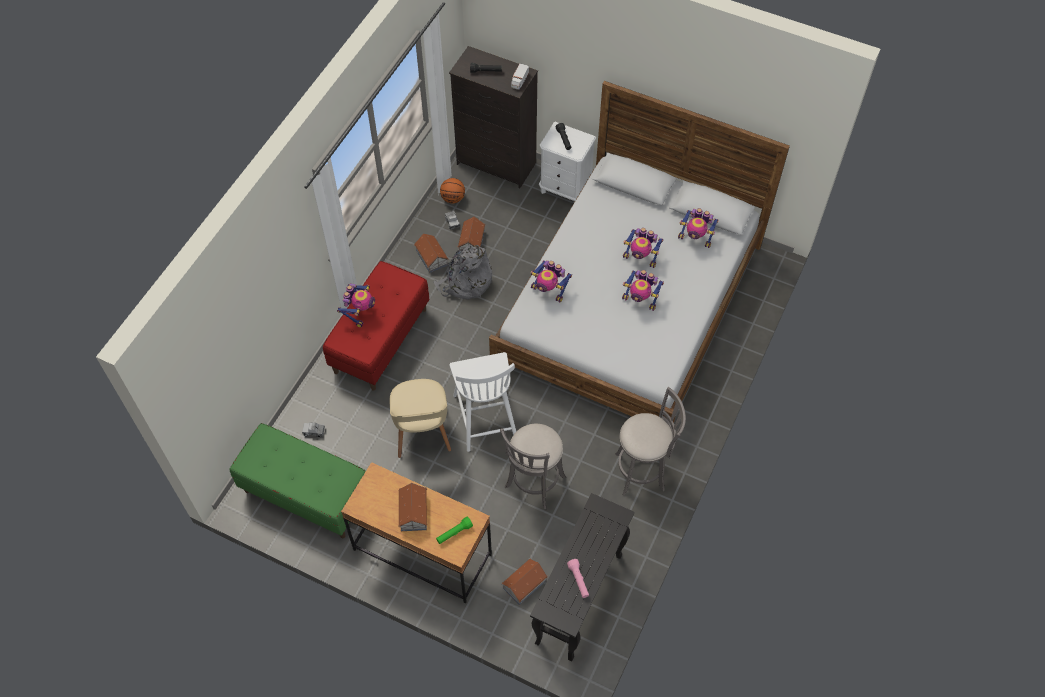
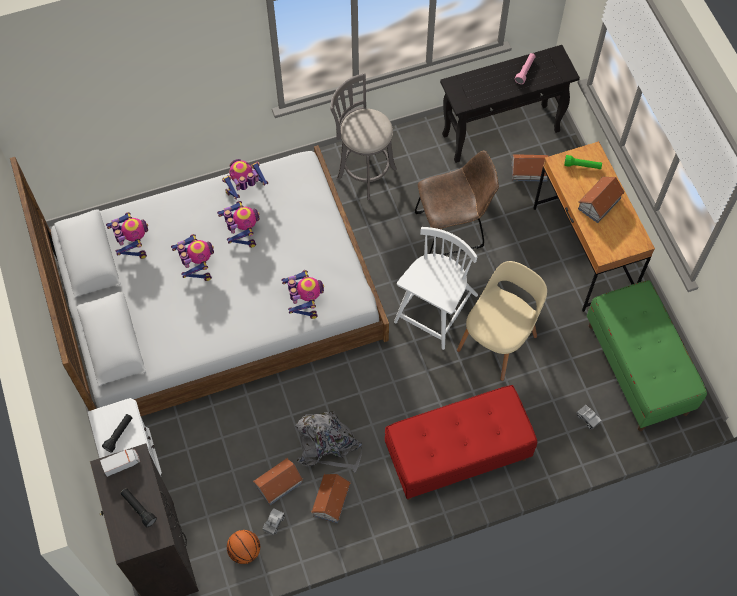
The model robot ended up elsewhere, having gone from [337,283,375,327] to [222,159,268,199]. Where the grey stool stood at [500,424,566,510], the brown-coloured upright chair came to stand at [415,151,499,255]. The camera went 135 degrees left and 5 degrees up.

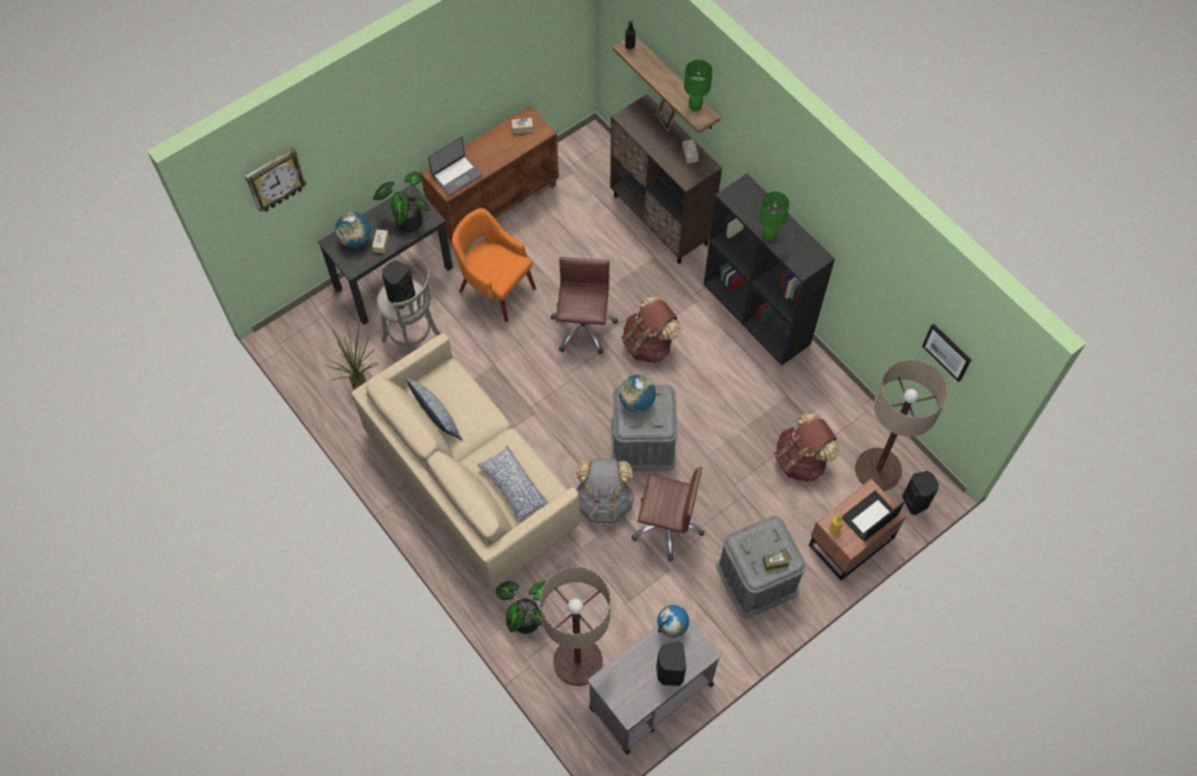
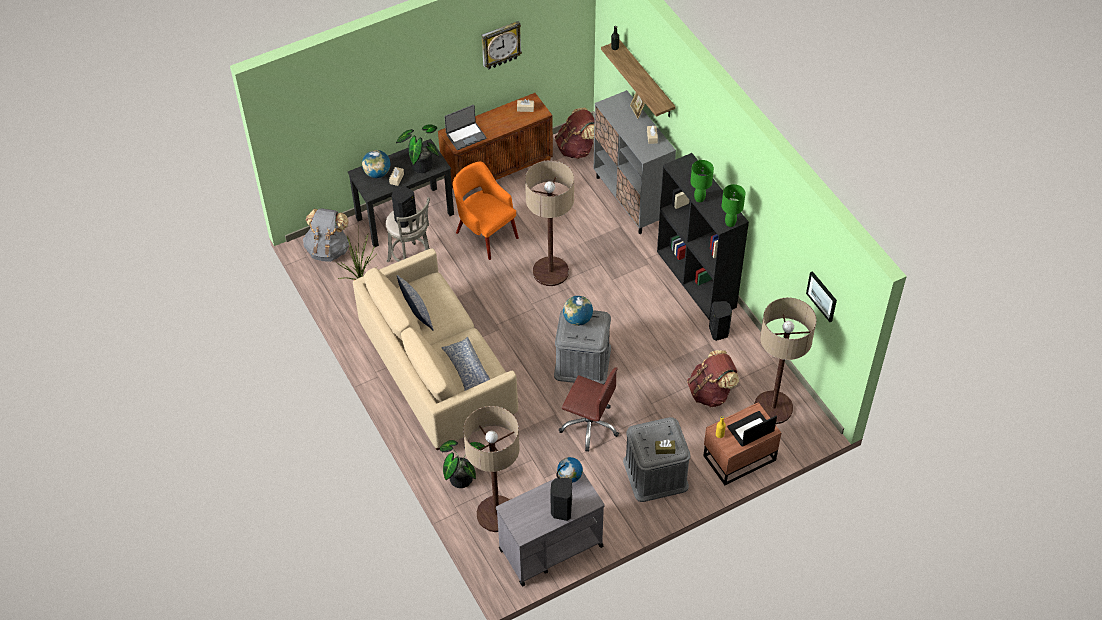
The hanging clock ended up elsewhere, having gone from [245,147,307,212] to [482,21,522,69]. Where the brown-coloured computer chair stood at [551,257,618,355], the standing lamp came to stand at [525,160,574,286]. The grey knapsack ended up elsewhere, having gone from [576,458,635,523] to [303,208,349,262]. What was the brown-coloured cupboard at [610,94,722,264] turned into the grey cupboard at [594,90,676,234]. The brown-coloured knapsack ended up elsewhere, having gone from [621,296,682,363] to [555,108,595,159]. The greenish tabletop lamp ended up elsewhere, having gone from [684,60,713,112] to [722,184,745,227]. The blackish speaker ended up elsewhere, having gone from [902,471,939,515] to [709,301,732,341]. The camera went 10 degrees right and 10 degrees down.

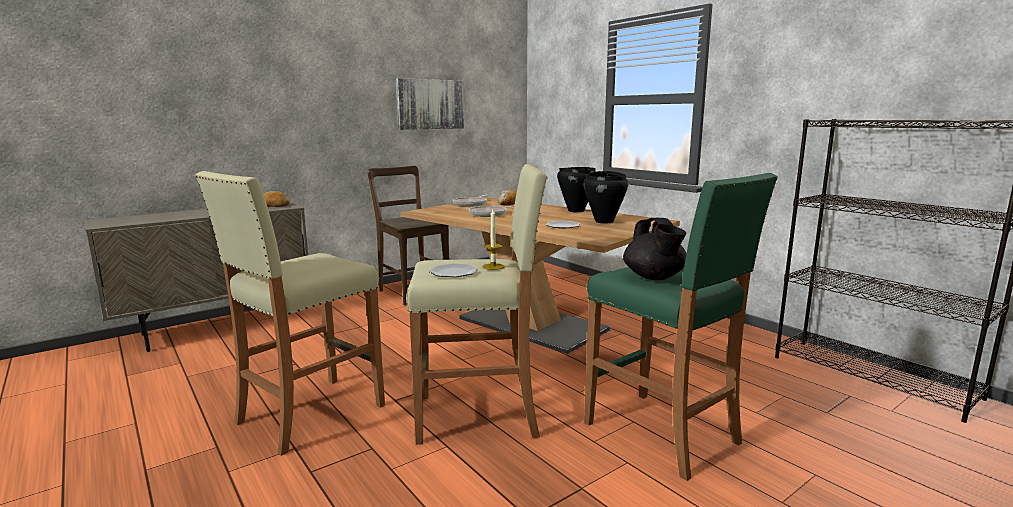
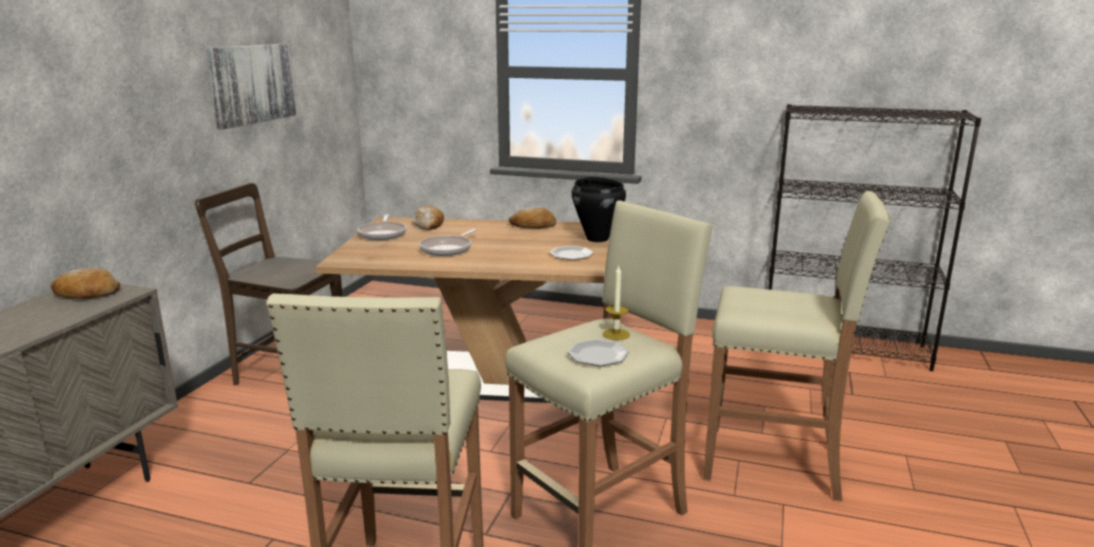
Where the blackish saucepot stood at [557,167,596,212], the bakery bread came to stand at [509,208,556,229]. What was the greenish stool at [584,173,778,481] turned into the beige stool at [703,191,891,501]. The second view lost the blackish tea pot at [623,218,687,280]. The camera went 35 degrees left and 5 degrees up.

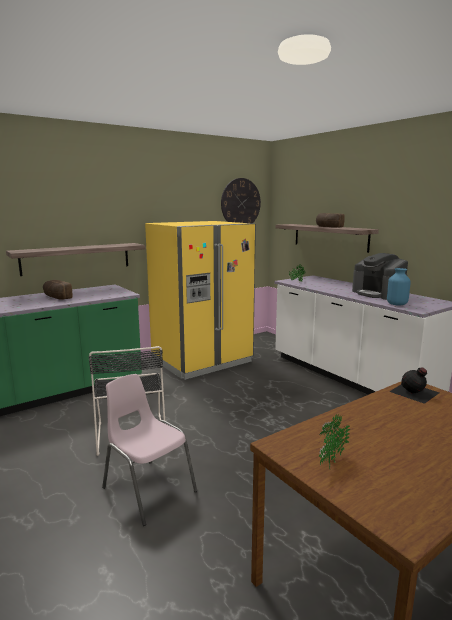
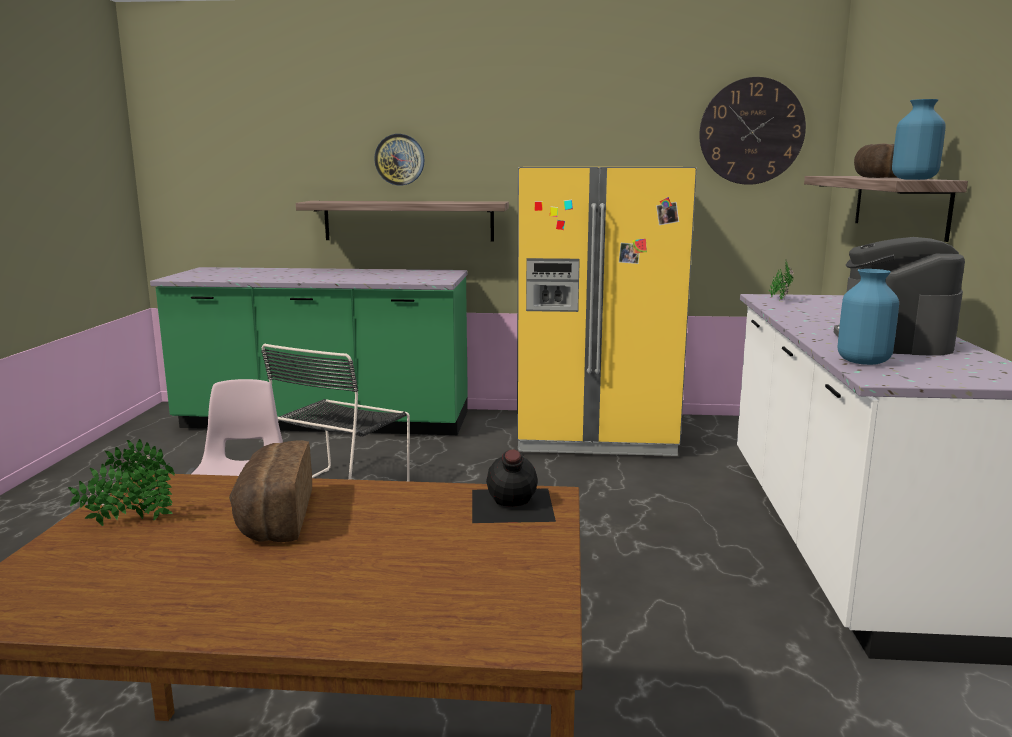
The bakery bread ended up elsewhere, having gone from [43,280,73,300] to [229,440,312,542]. The second view gained the hanging clock at [374,134,425,185]. The second view gained the blue-coloured decorative vase at [892,99,946,180]. The camera went 40 degrees right and 0 degrees up.

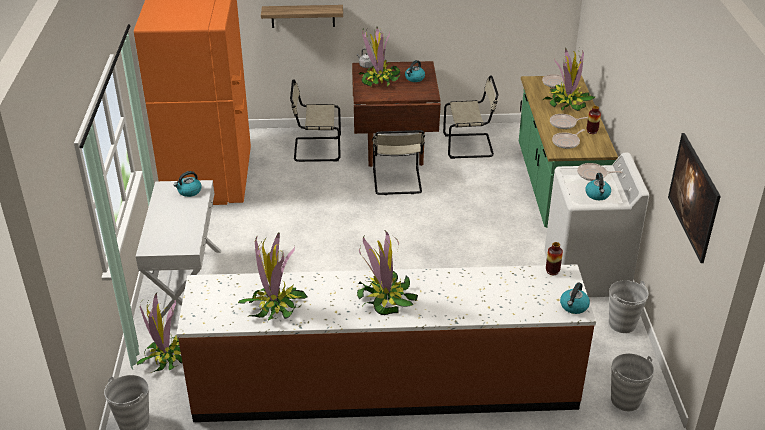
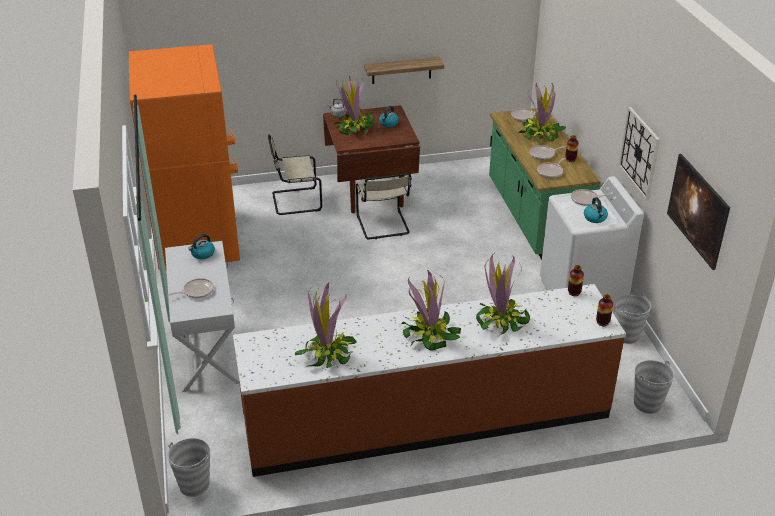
The plant in a pot ended up elsewhere, having gone from [137,293,183,373] to [476,254,530,336]. The bracket shelf ended up elsewhere, having gone from [261,5,343,28] to [364,57,444,84]. The second view lost the beige upright chair at [443,75,498,159]. Where the water kettle stood at [560,282,590,314], the decorative vase came to stand at [596,294,613,326]. The second view gained the pan at [168,278,214,298]. The second view gained the hanging clock at [618,107,660,200]. The camera went 10 degrees left and 0 degrees up.

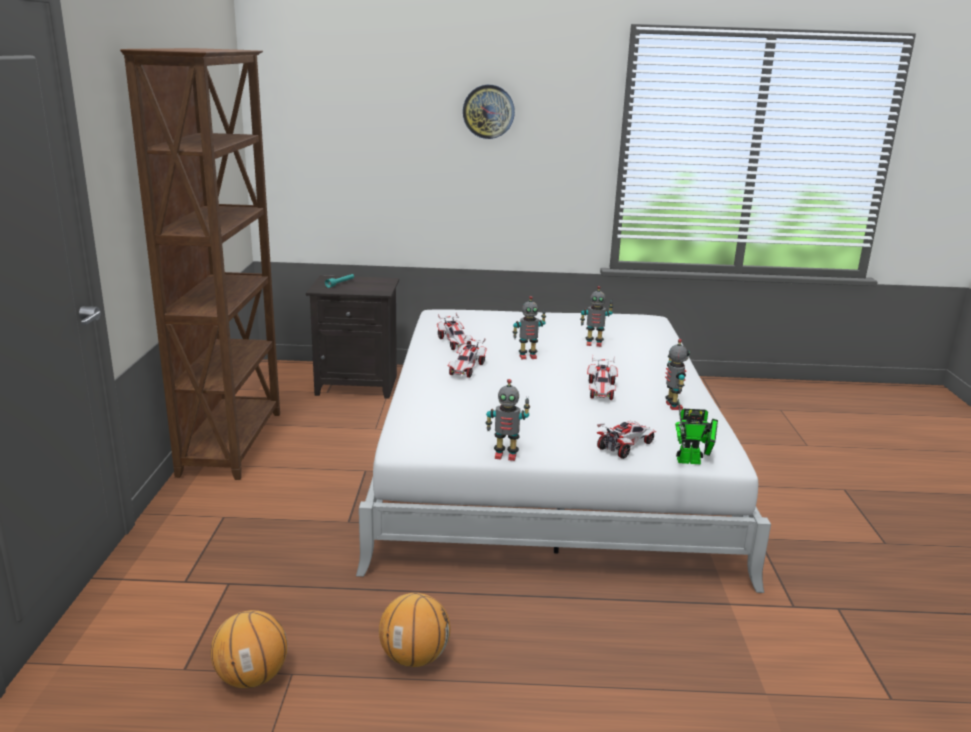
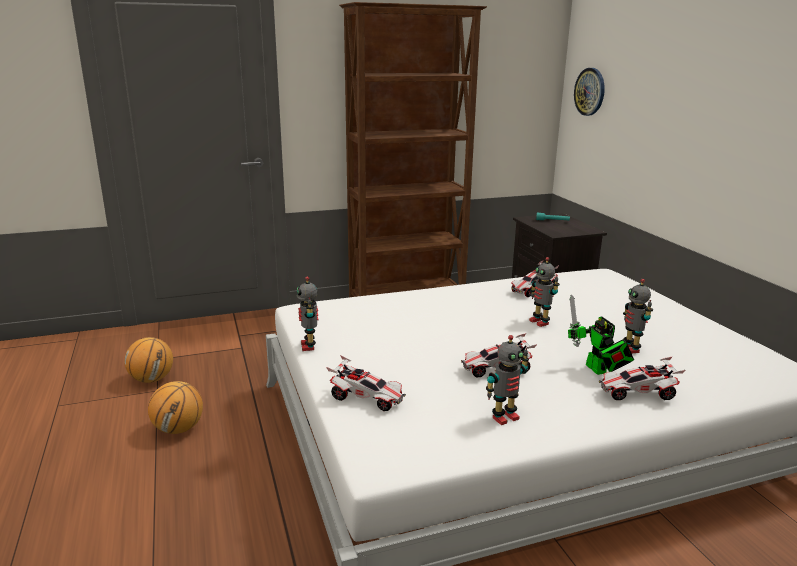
The model car ended up elsewhere, having gone from [448,336,487,378] to [599,357,685,400]. The hanging clock ended up elsewhere, having gone from [463,85,515,139] to [574,68,605,116]. The model robot ended up elsewhere, having gone from [675,399,718,464] to [568,294,634,375]. The camera went 70 degrees right and 0 degrees up.

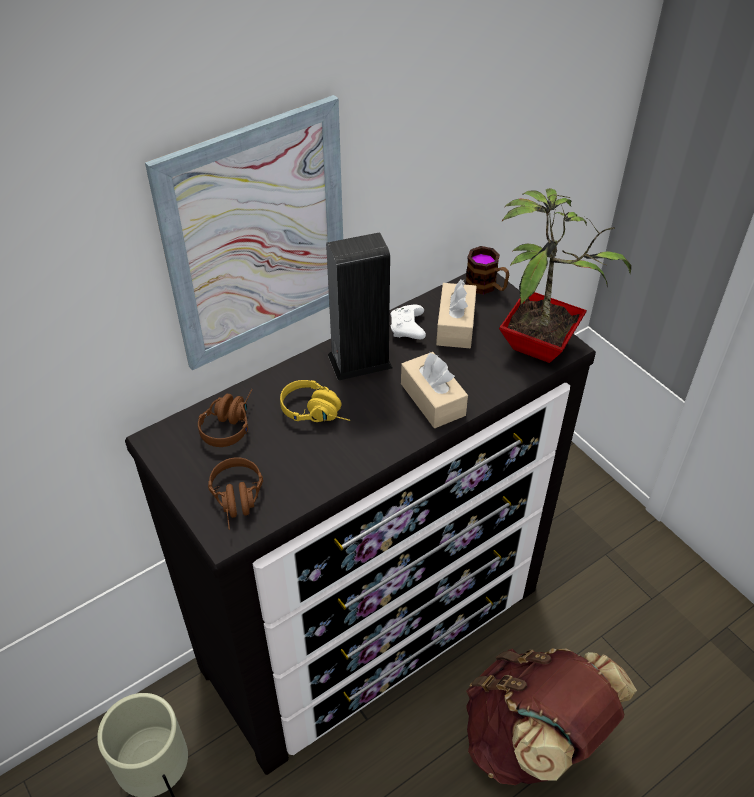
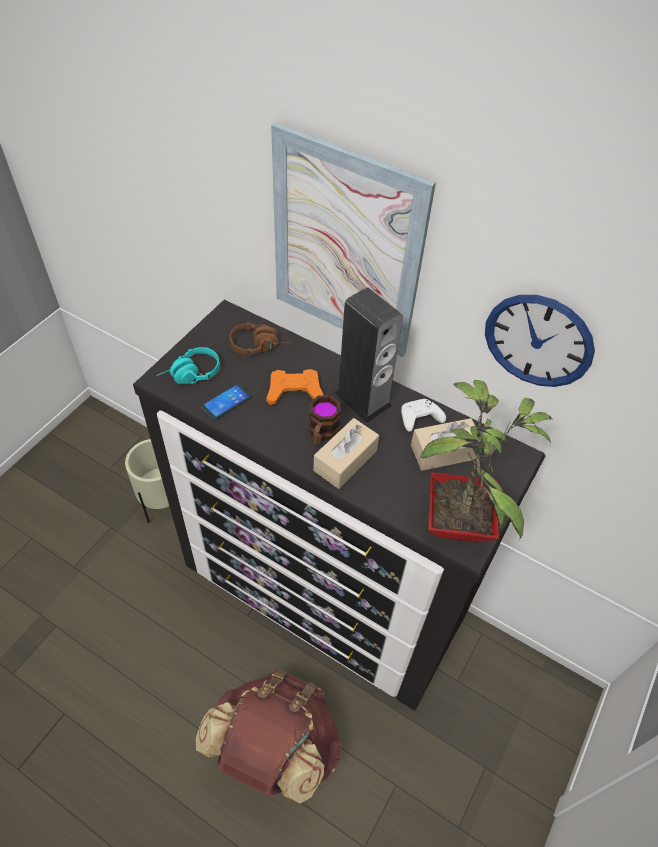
What was the brown-coloured headphones at [208,457,263,530] turned into the blue-green headphones at [157,347,220,384]. Where the yellow headphones stood at [280,380,350,422], the orange gamepad came to stand at [266,369,323,405]. The tea mug ended up elsewhere, having gone from [465,246,509,295] to [309,395,341,446]. The second view gained the phone at [201,383,252,421]. The second view gained the hanging clock at [485,295,595,387]. The camera went 65 degrees right and 5 degrees up.

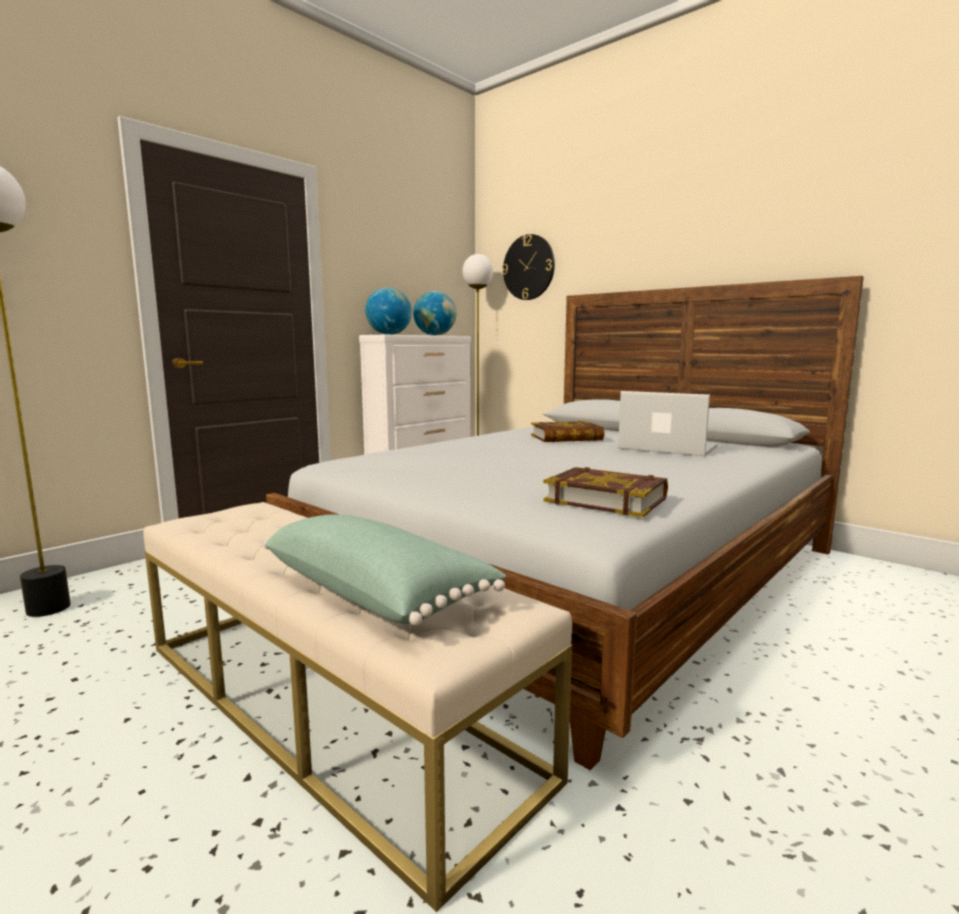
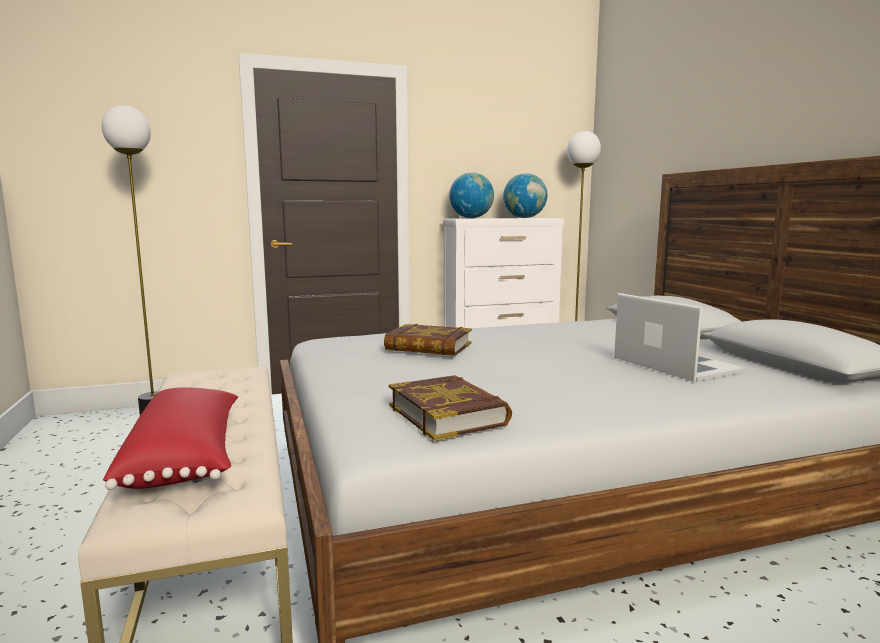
What was the greenish pillow at [264,514,506,626] turned into the red-coloured pillow at [103,387,238,490]. The second view lost the hanging clock at [502,234,555,300]. The bound book ended up elsewhere, having gone from [531,421,604,442] to [384,324,472,355]. The camera went 30 degrees right and 0 degrees up.

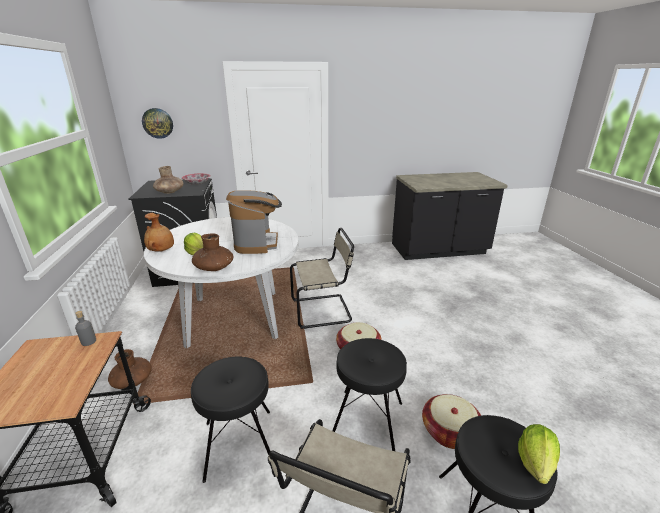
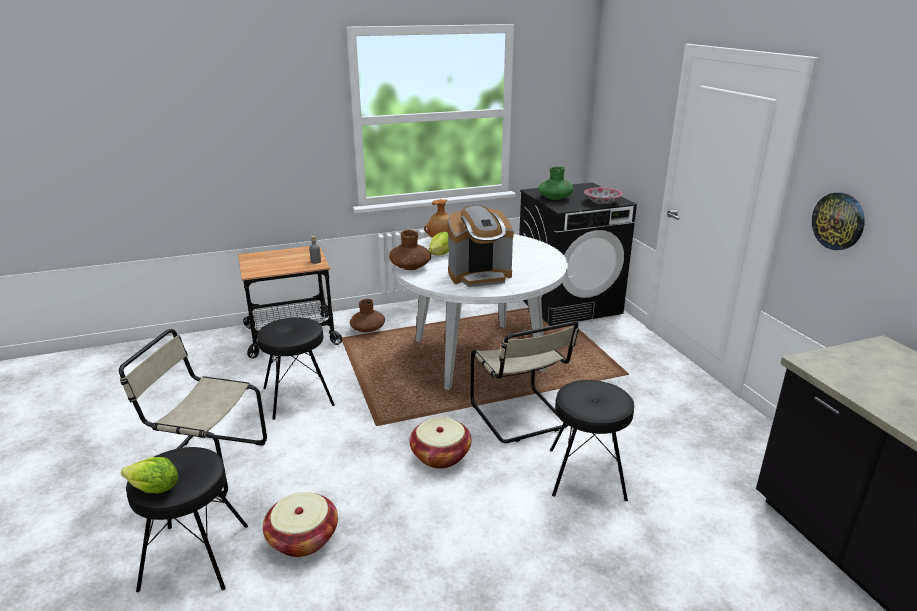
The hanging clock ended up elsewhere, having gone from [142,108,173,139] to [812,192,864,250]. What was the brown-coloured decorative vase at [153,166,183,194] turned into the greenish decorative vase at [538,167,574,200]. The blackish stool ended up elsewhere, having gone from [332,338,407,451] to [550,380,634,501]. The camera went 80 degrees right and 0 degrees up.

